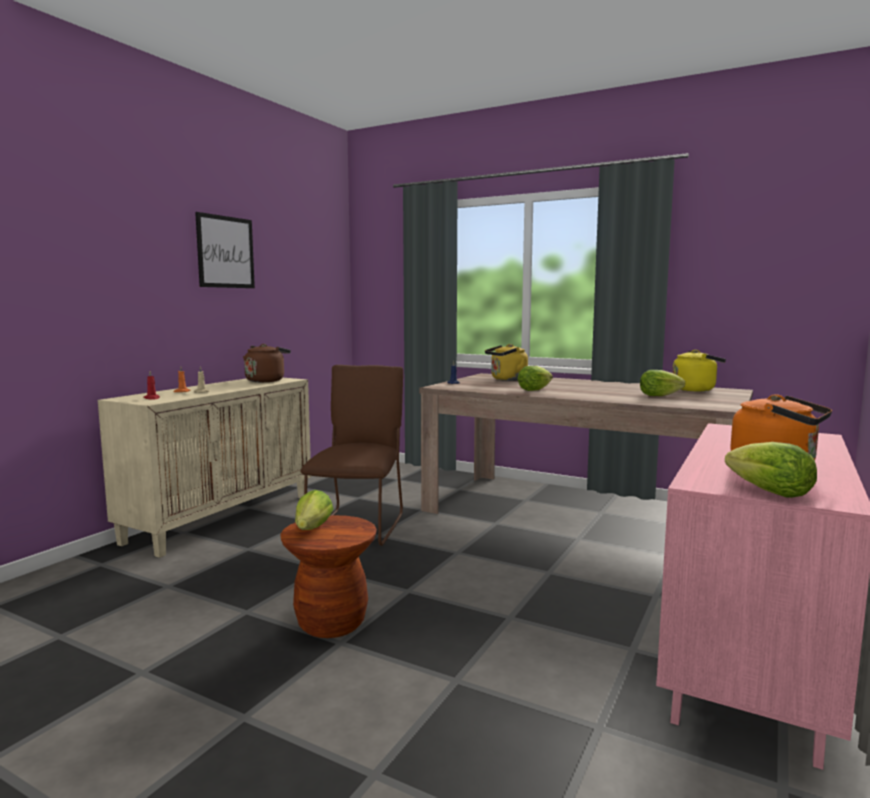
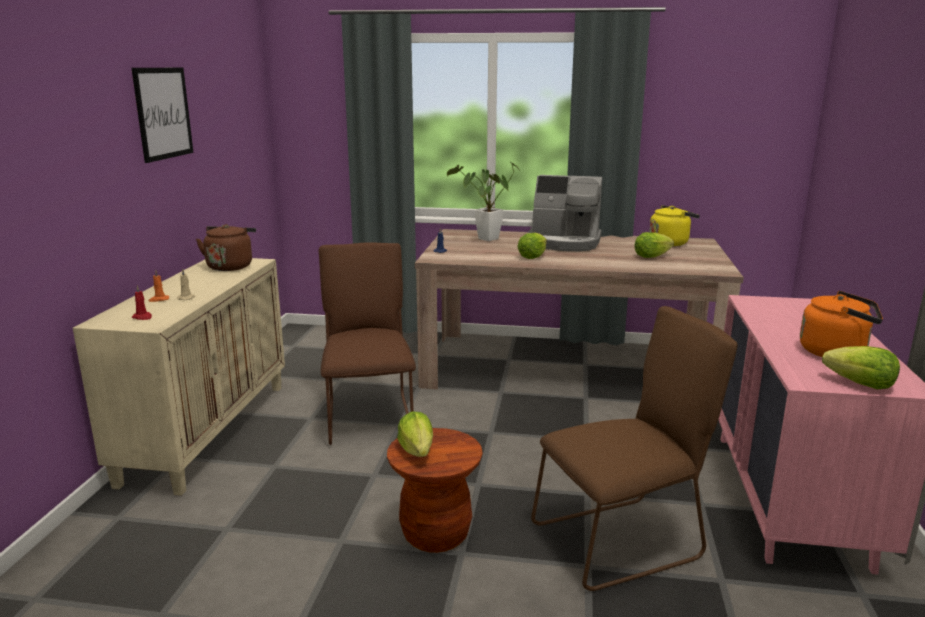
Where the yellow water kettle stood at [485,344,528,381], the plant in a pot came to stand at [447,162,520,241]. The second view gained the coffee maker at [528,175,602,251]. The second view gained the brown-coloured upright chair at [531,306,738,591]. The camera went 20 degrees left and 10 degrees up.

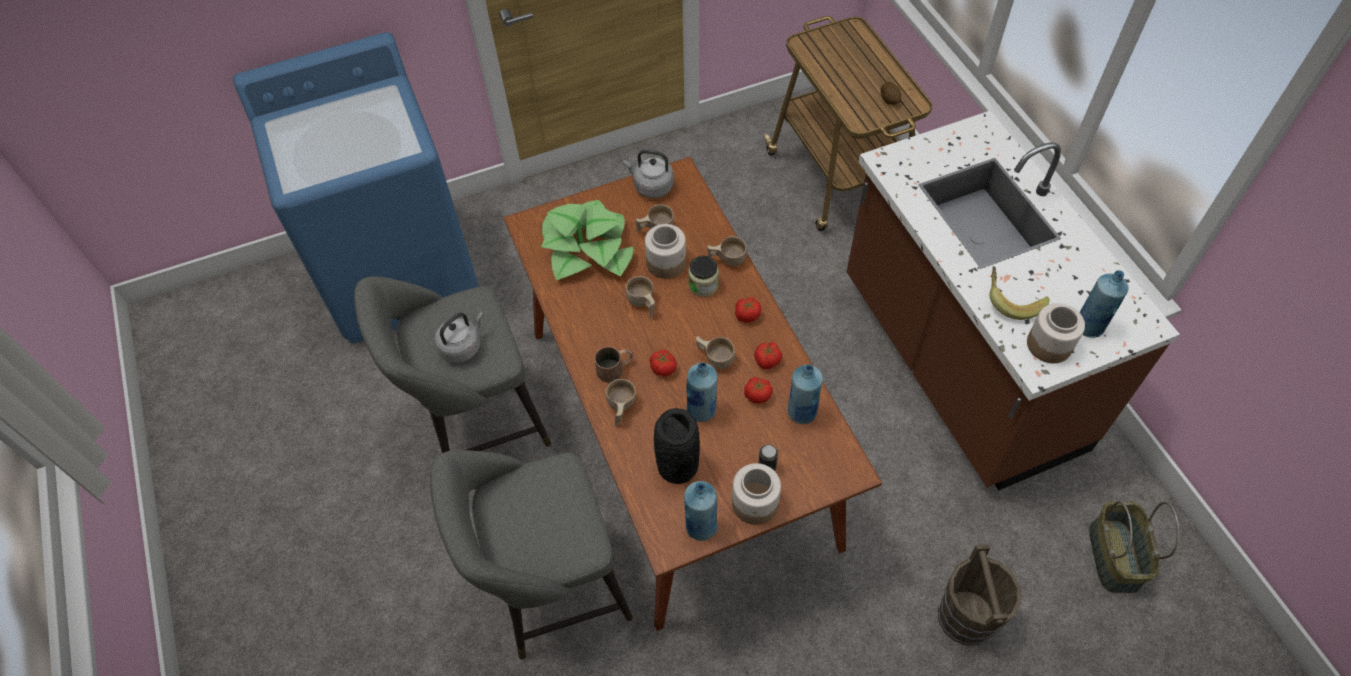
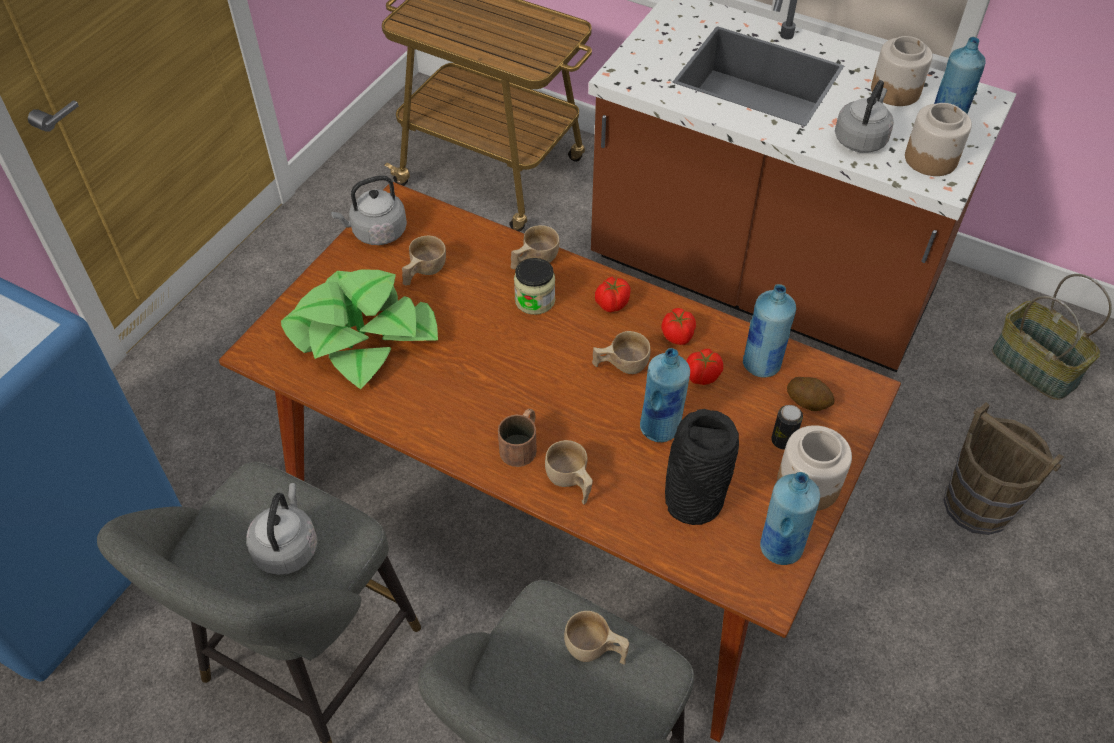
The beige drinking cup ended up elsewhere, having gone from [626,276,655,318] to [564,611,629,665]. The preserve jar ended up elsewhere, having gone from [645,224,686,279] to [871,36,932,106]. The second view lost the fresh tomato at [649,350,677,377]. The whole potato ended up elsewhere, having gone from [880,82,901,105] to [787,377,835,411]. Where the whole banana stood at [989,266,1050,320], the grey water kettle came to stand at [835,80,894,152]. The camera went 40 degrees left and 5 degrees down.

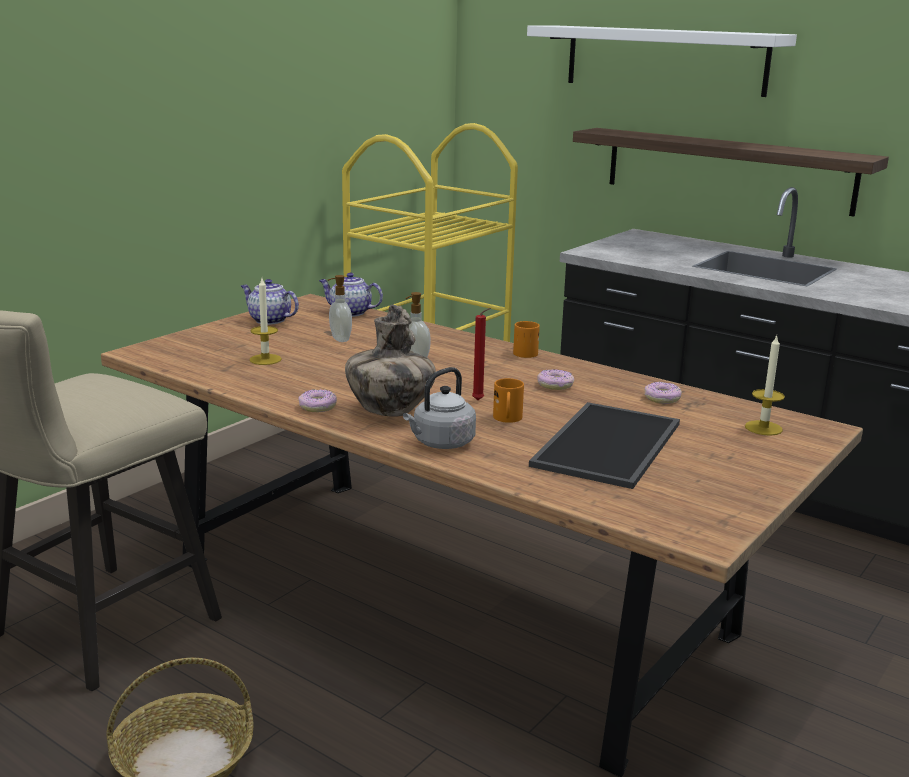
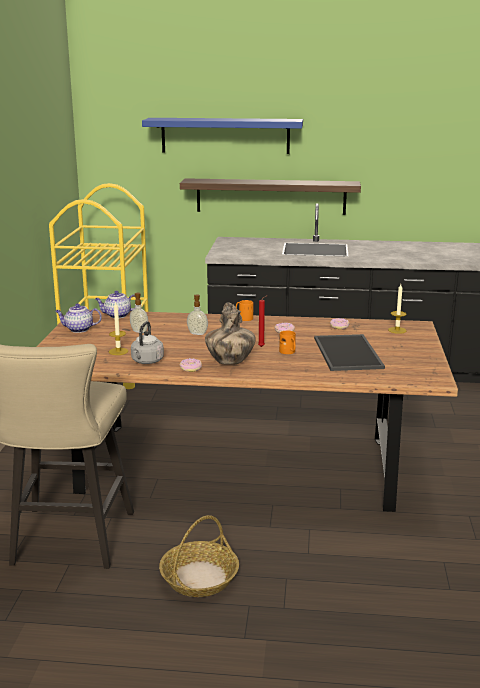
The grey water kettle ended up elsewhere, having gone from [403,367,476,449] to [131,321,164,364]. What was the white-coloured bracket shelf at [527,25,797,97] turned into the blue-coloured bracket shelf at [142,118,303,154]. The camera went 30 degrees left and 0 degrees up.

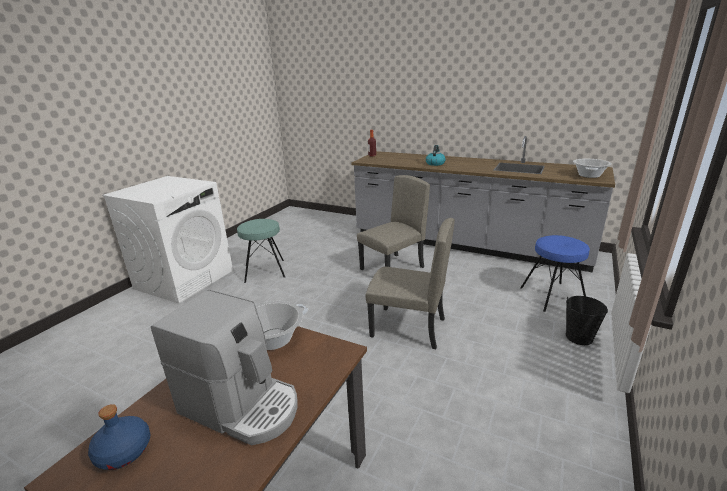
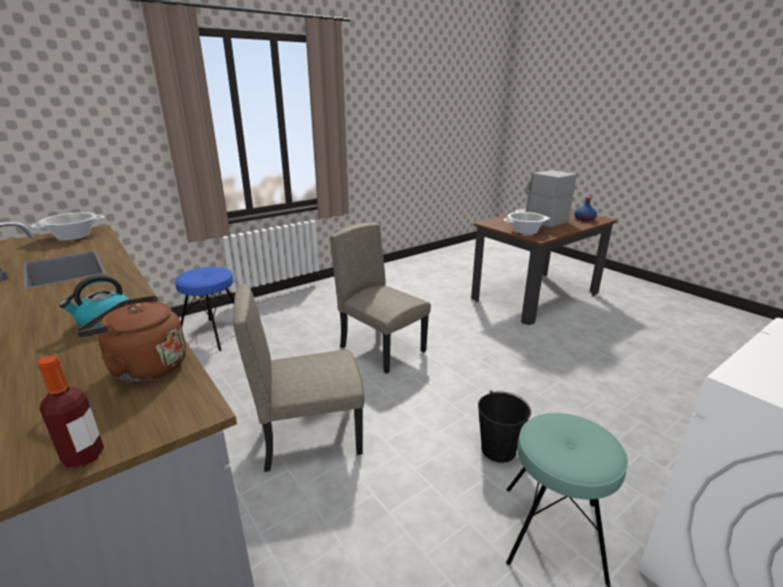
The blackish pail ended up elsewhere, having gone from [566,296,608,345] to [478,390,531,463]. The second view gained the brown-coloured water kettle at [76,295,186,382]. The camera went 155 degrees left and 0 degrees up.

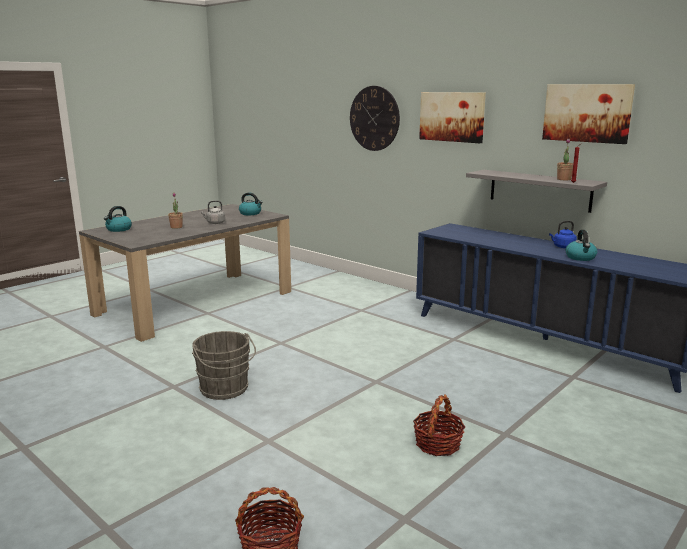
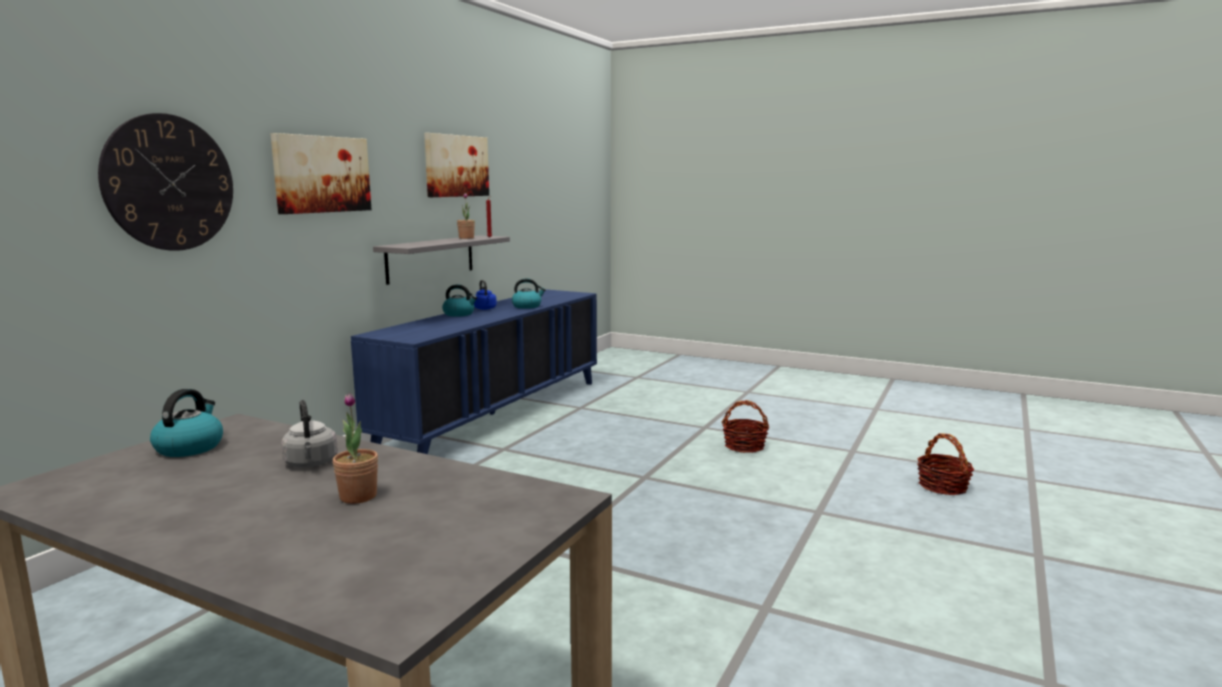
The water kettle ended up elsewhere, having gone from [104,206,132,232] to [442,285,477,317]. The second view lost the grey pail at [192,331,256,400]. The camera went 105 degrees left and 5 degrees down.

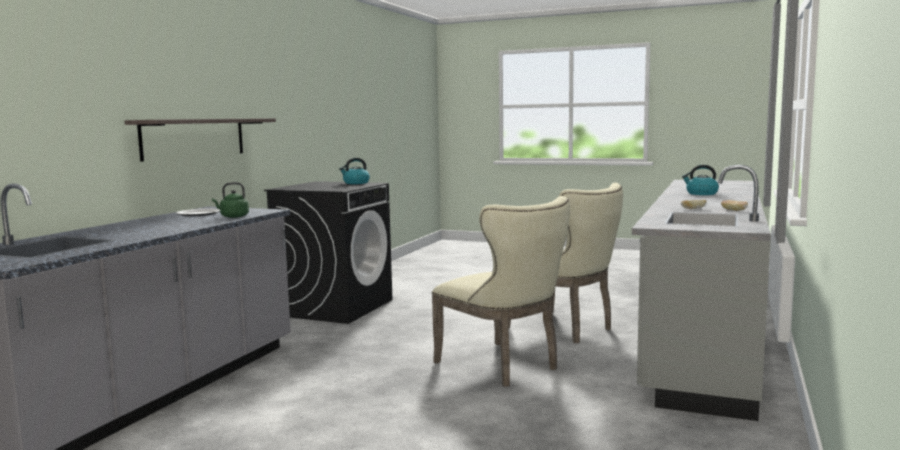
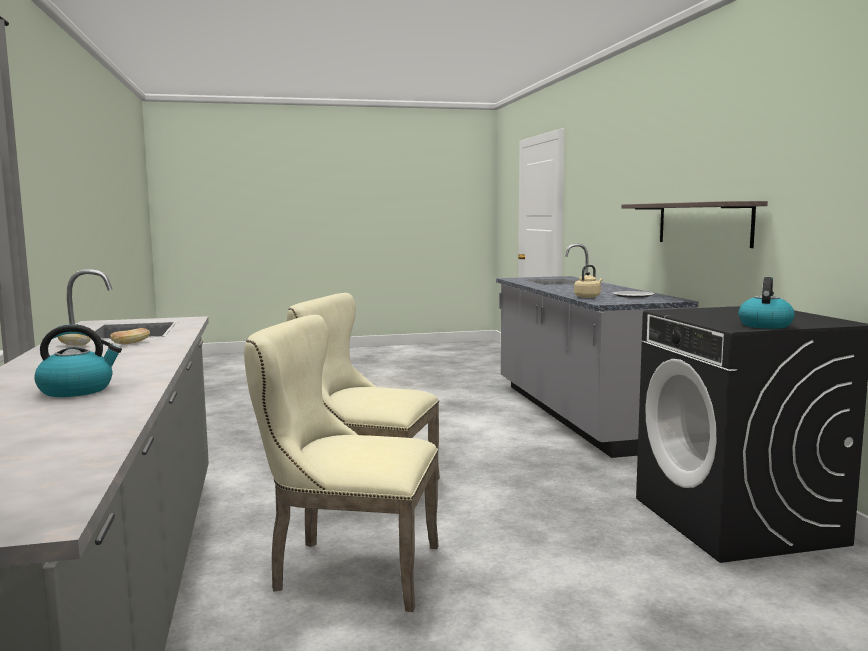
What was the greenish water kettle at [212,182,249,218] turned into the beige water kettle at [574,265,603,298]. The camera went 145 degrees right and 0 degrees up.

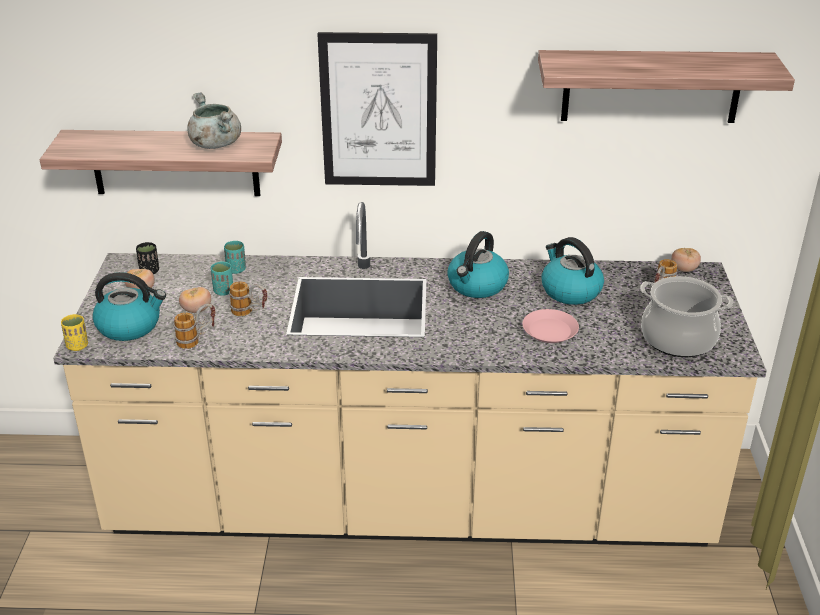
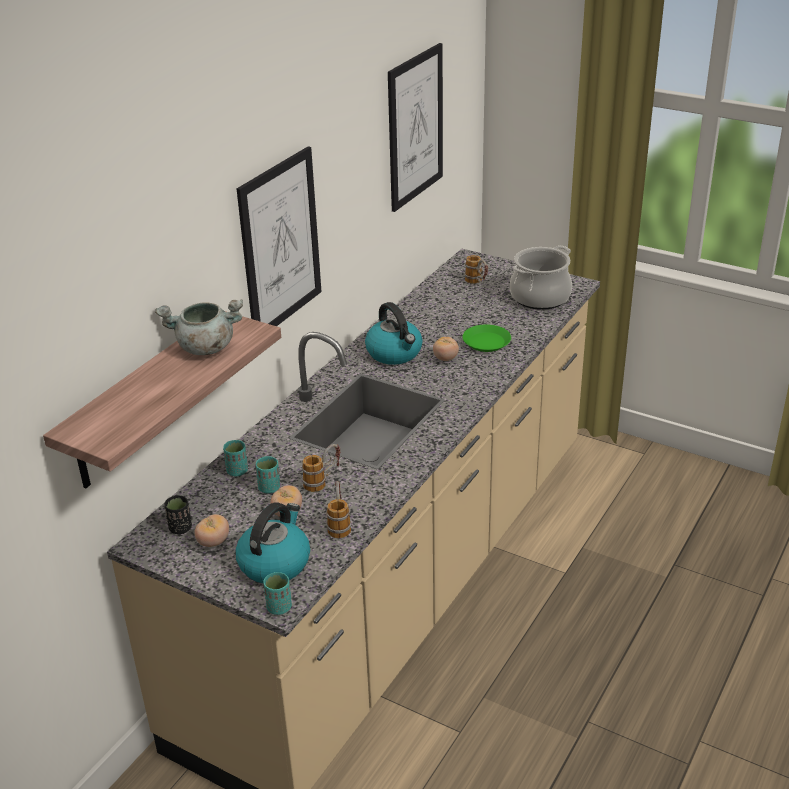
What was the yellow drinking cup at [61,314,88,351] turned into the blue-green drinking cup at [263,572,292,615]. What was the pink dinner plate at [522,309,579,343] turned into the greenish dinner plate at [462,324,511,352]. Where the bracket shelf hung at [538,50,795,123], the picture came to hang at [388,43,443,212]. The second view lost the water kettle at [541,237,604,305]. The fresh tomato ended up elsewhere, having gone from [671,248,701,272] to [433,337,459,361]. The camera went 60 degrees left and 0 degrees up.

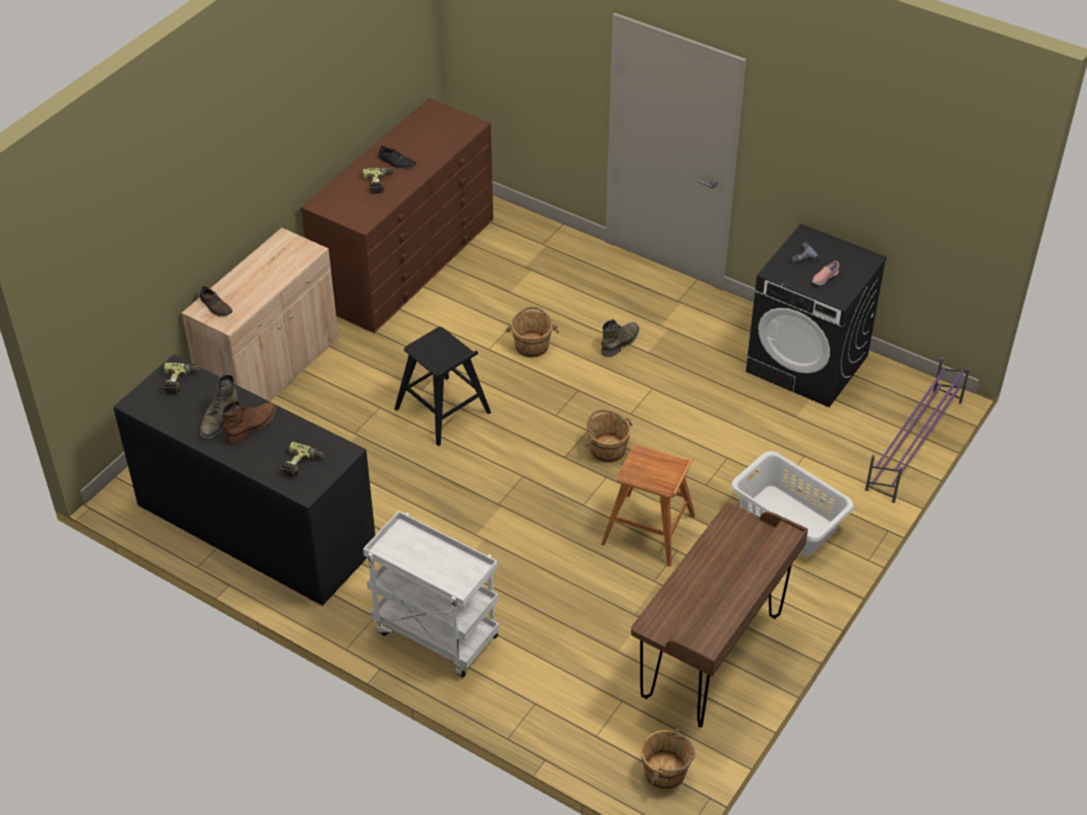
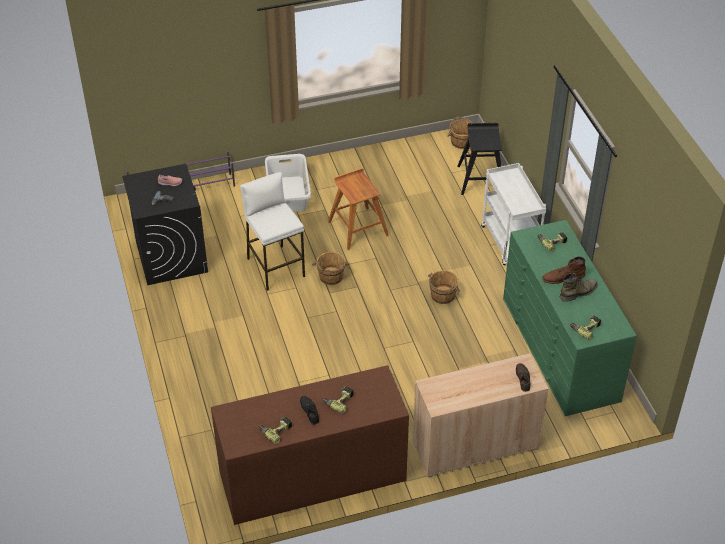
What was the blackish drawer chest at [113,354,375,606] turned into the greenish drawer chest at [503,220,637,416]. The blackish stool ended up elsewhere, having gone from [394,327,491,446] to [458,123,502,195]. The brown-coloured pail ended up elsewhere, having gone from [505,307,559,358] to [428,270,460,304]. The second view lost the greenish boot at [601,319,639,357]. The second view lost the brown-coloured desk table at [631,503,808,728]. The second view gained the white-coloured stool at [240,172,305,291]. The second view gained the electric drill at [258,416,292,444]. The camera went 140 degrees left and 0 degrees up.

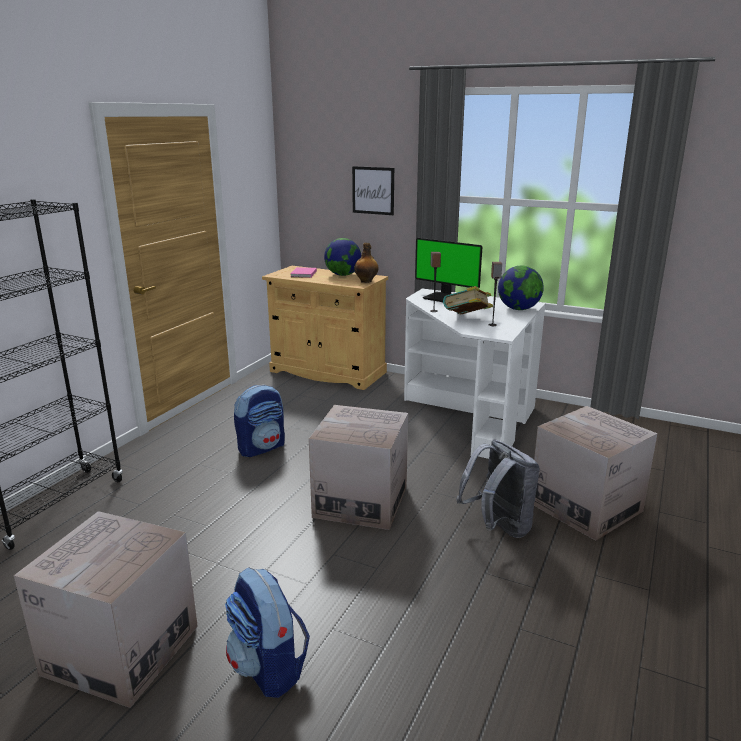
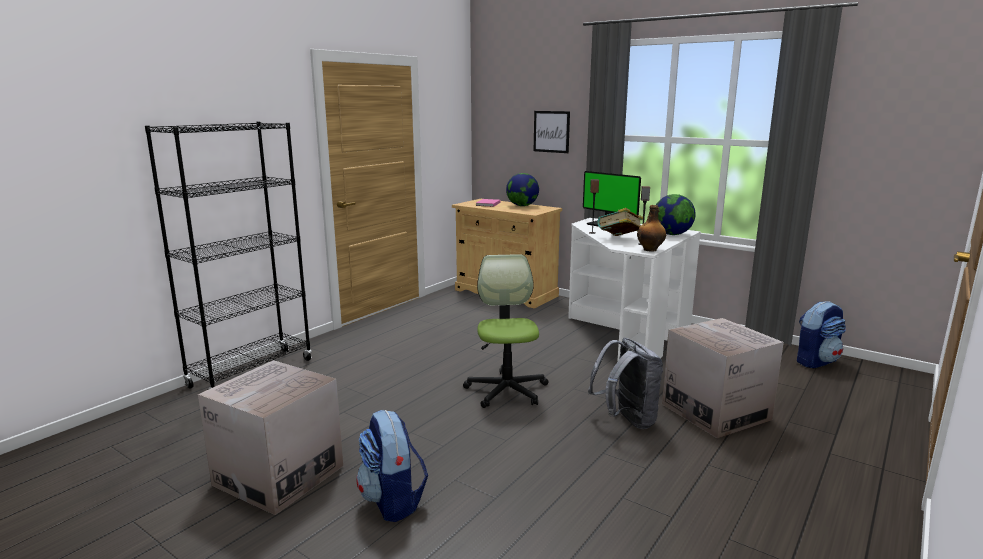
The knapsack ended up elsewhere, having gone from [234,384,285,457] to [797,301,846,368]. Where the packing box stood at [309,405,408,530], the computer chair came to stand at [463,254,549,408]. The drink bottle ended up elsewhere, having gone from [354,243,379,283] to [637,205,666,252]. The camera went 10 degrees right and 5 degrees down.

